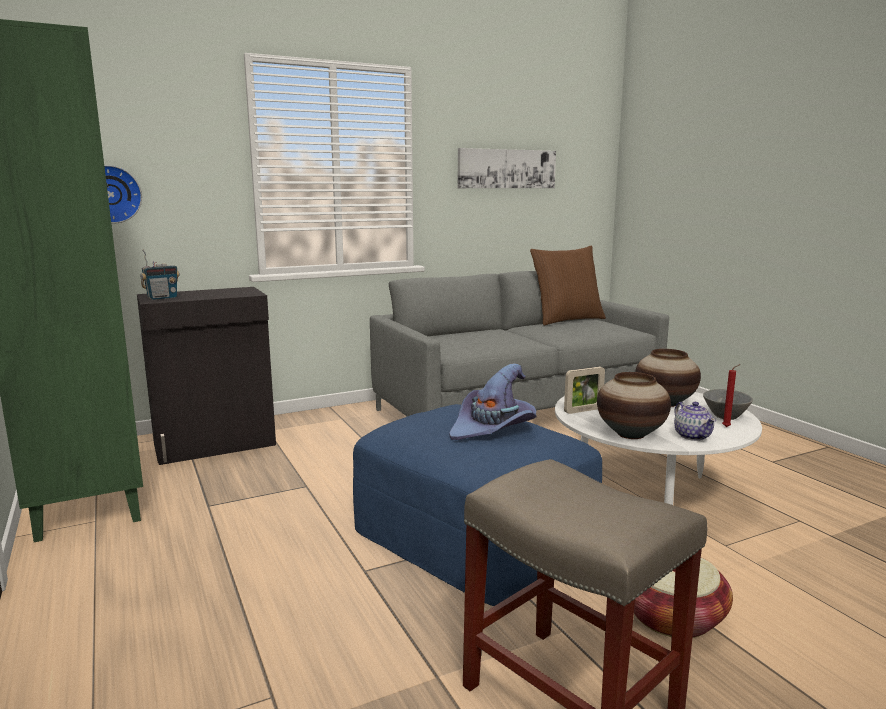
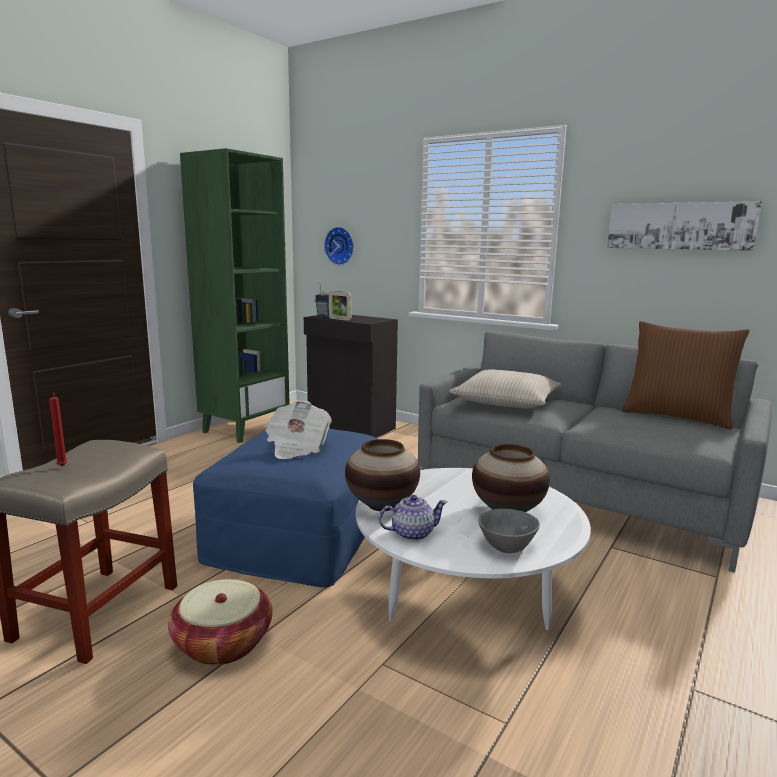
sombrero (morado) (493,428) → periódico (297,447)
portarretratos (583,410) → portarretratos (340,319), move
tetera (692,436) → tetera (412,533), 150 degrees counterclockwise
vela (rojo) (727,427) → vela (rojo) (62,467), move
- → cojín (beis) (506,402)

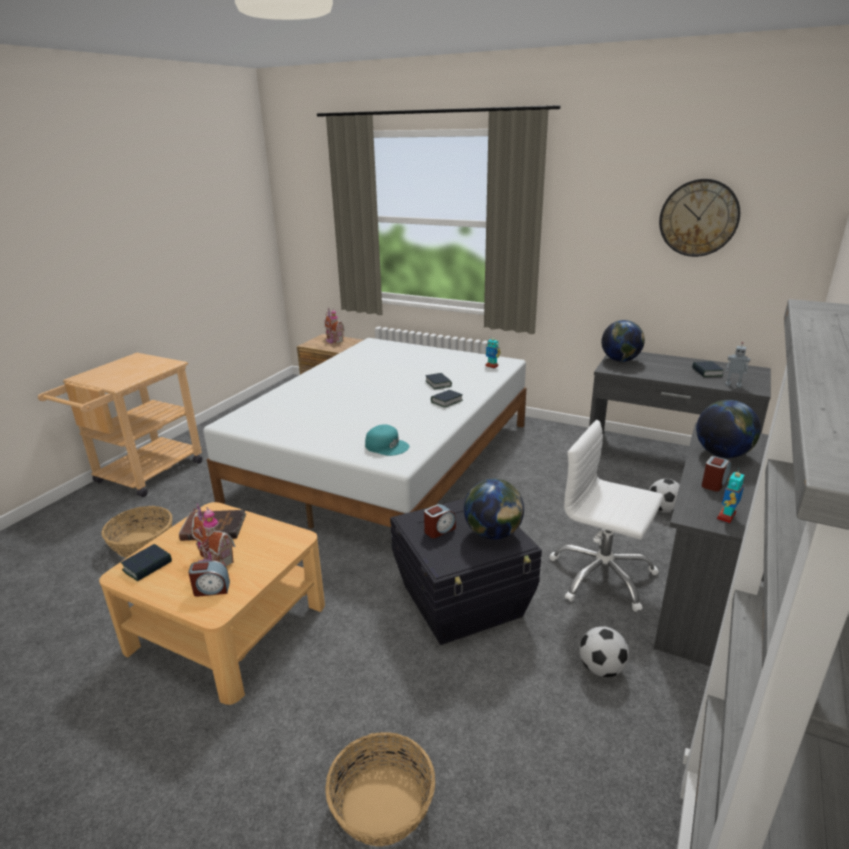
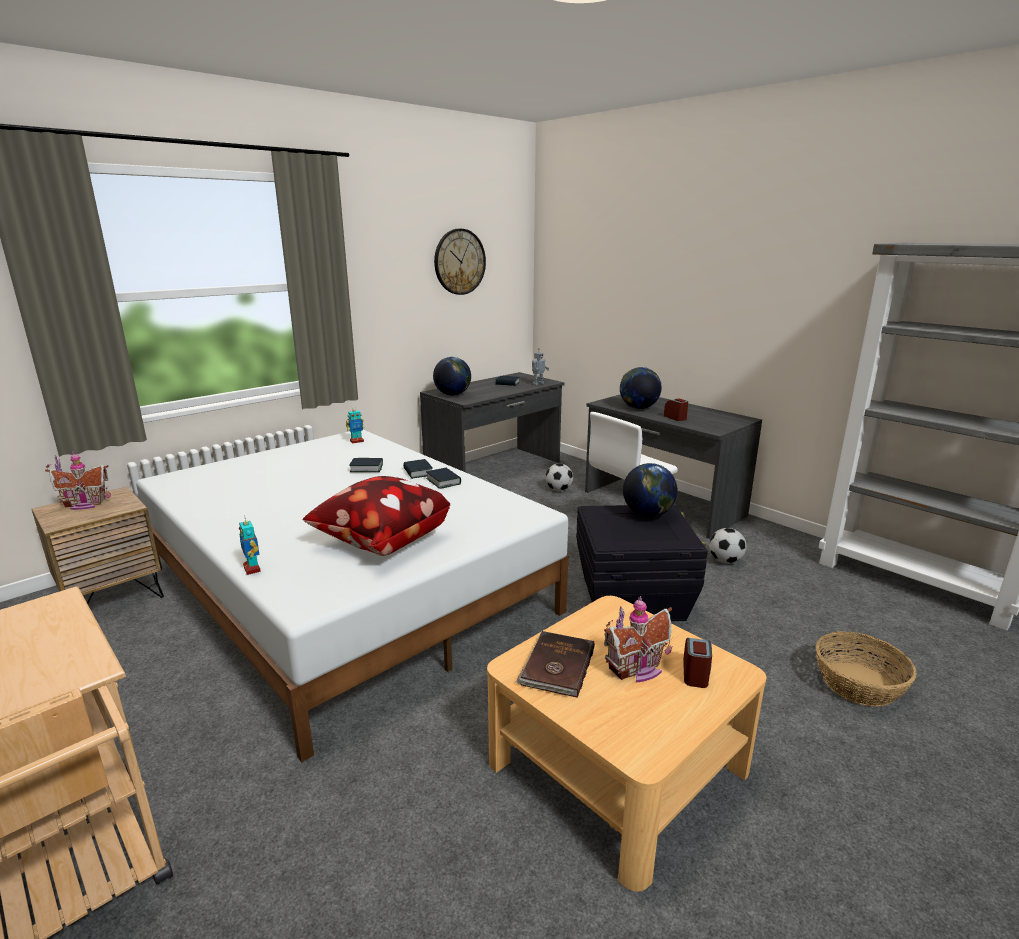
cesta (142,543) → -
libro (147,566) → libro (443,481), move
gorra (turquesa) (387,446) → -
despertador (439,530) → -
robot de juguete (726,517) → robot de juguete (252,569), move
- → cojín (380,541)

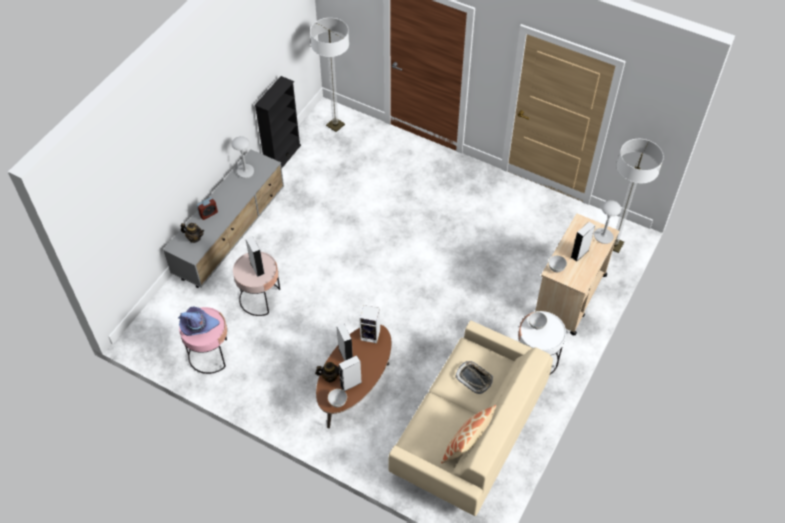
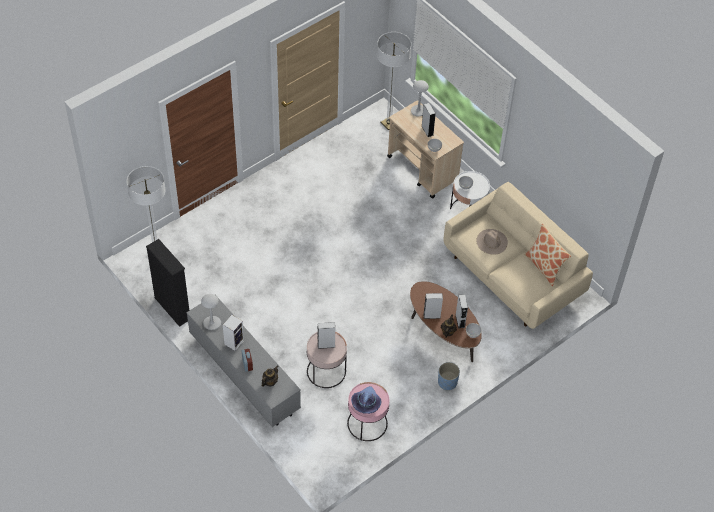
altavoz (371,335) → altavoz (234,342), move
bandeja (474,378) → sombrero (beis) (492,241)
- → maceta (azul) (447,382)

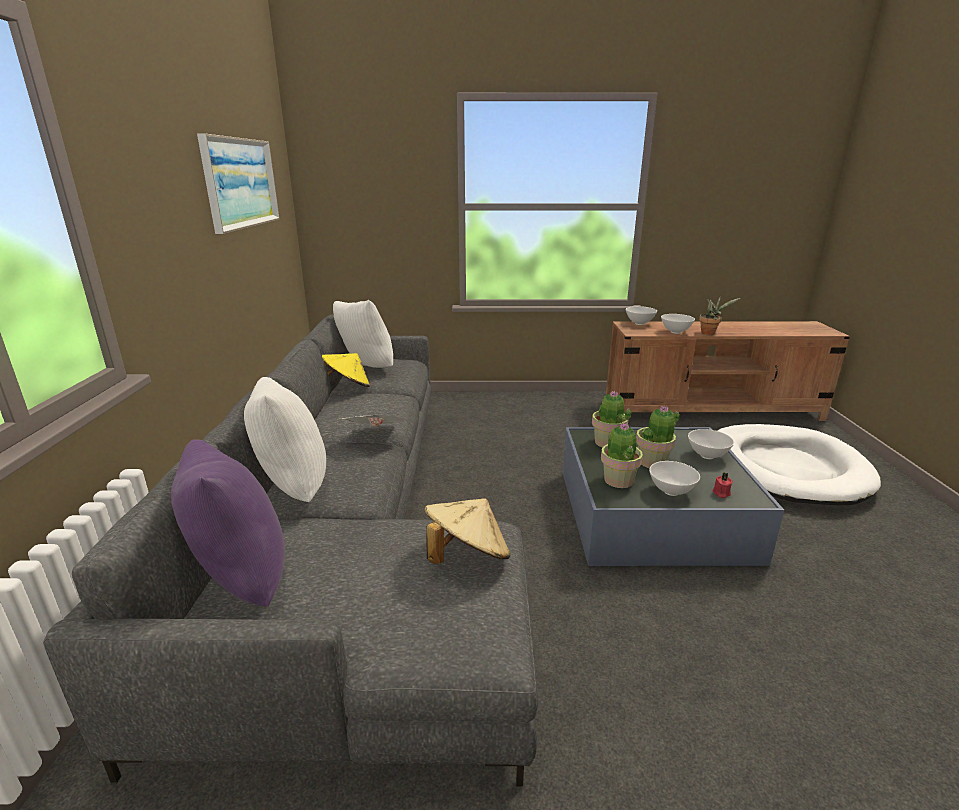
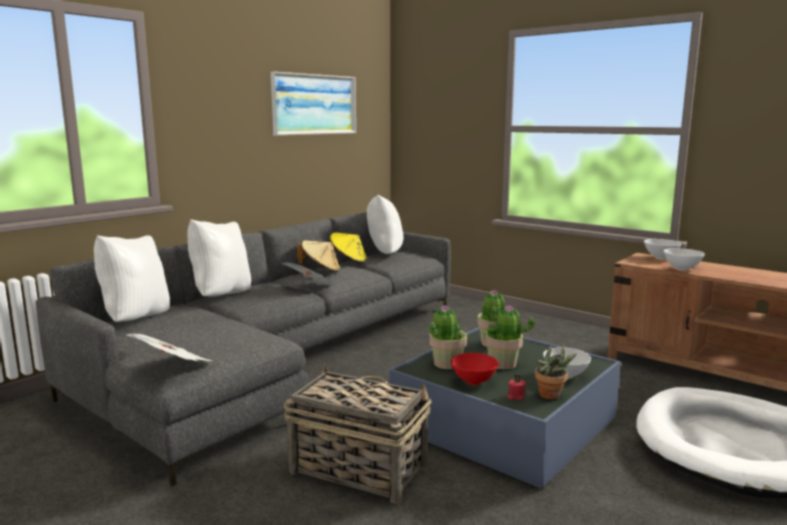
cojín (morado) (239,580) → cojín (blanco) (136,318)
sombrero (beis) (467,556) → sombrero (beis) (320,271), move
cuenco (blanco) (671,492) → cuenco (rojo) (473,382)
planta en maceta (710,333) → planta en maceta (552,396), move
- → periódico (172,367)
- → cesta (357,468)

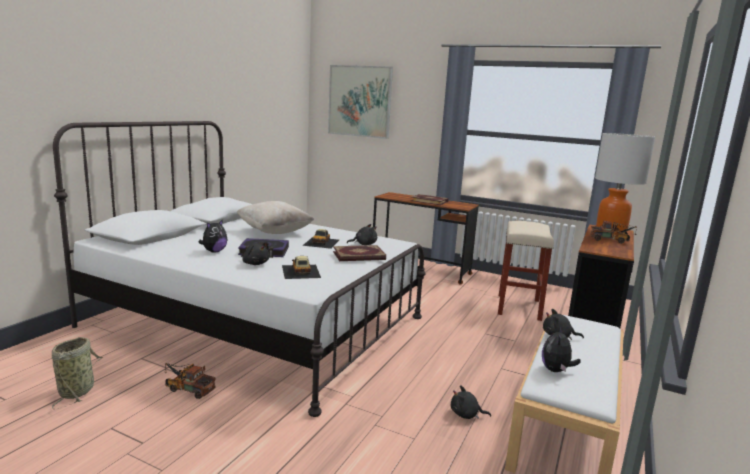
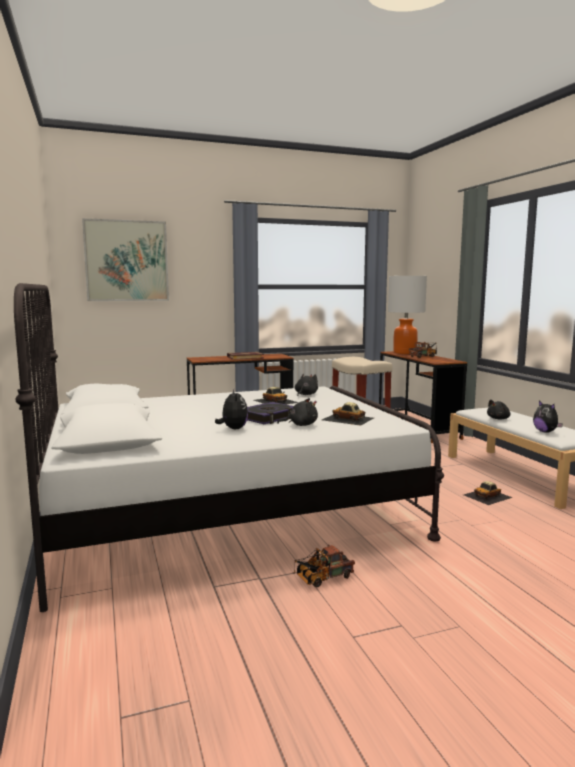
cesta (78,390) → -
cojín (beis) (274,232) → -
libro (359,256) → -
peluche (negro) (466,415) → coche de juguete (487,496)

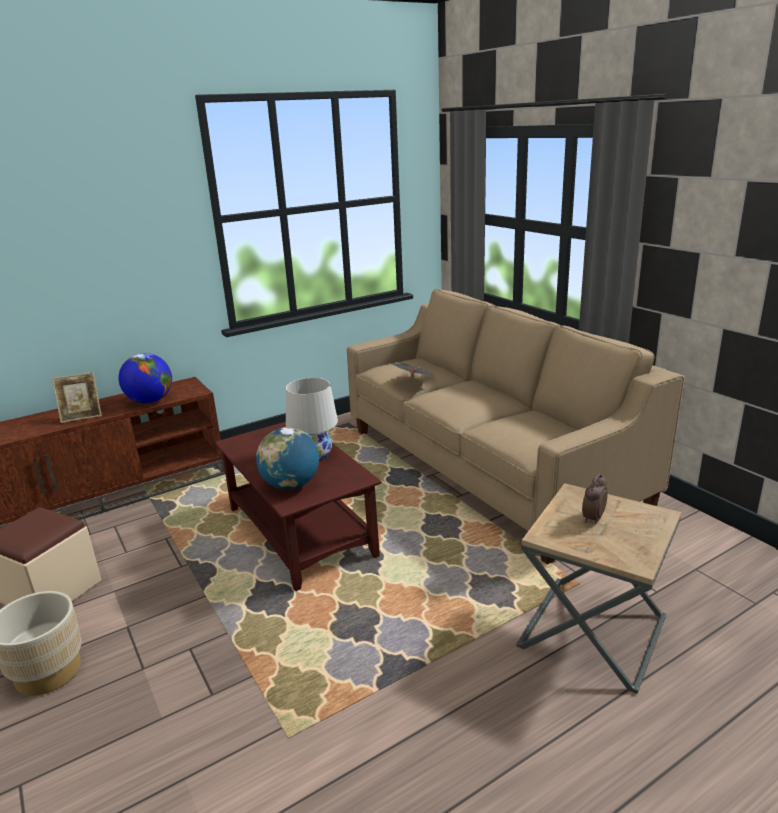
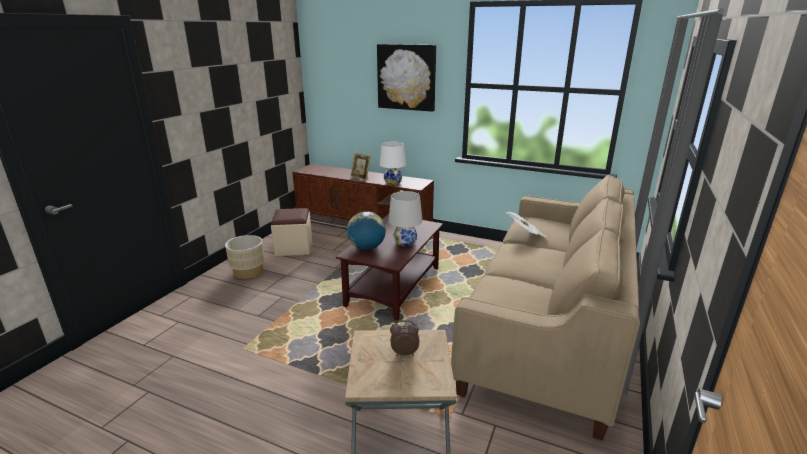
globo terráqueo (150,401) → lámpara de mesa (blanco) (393,182)
- → cuadro (406,77)

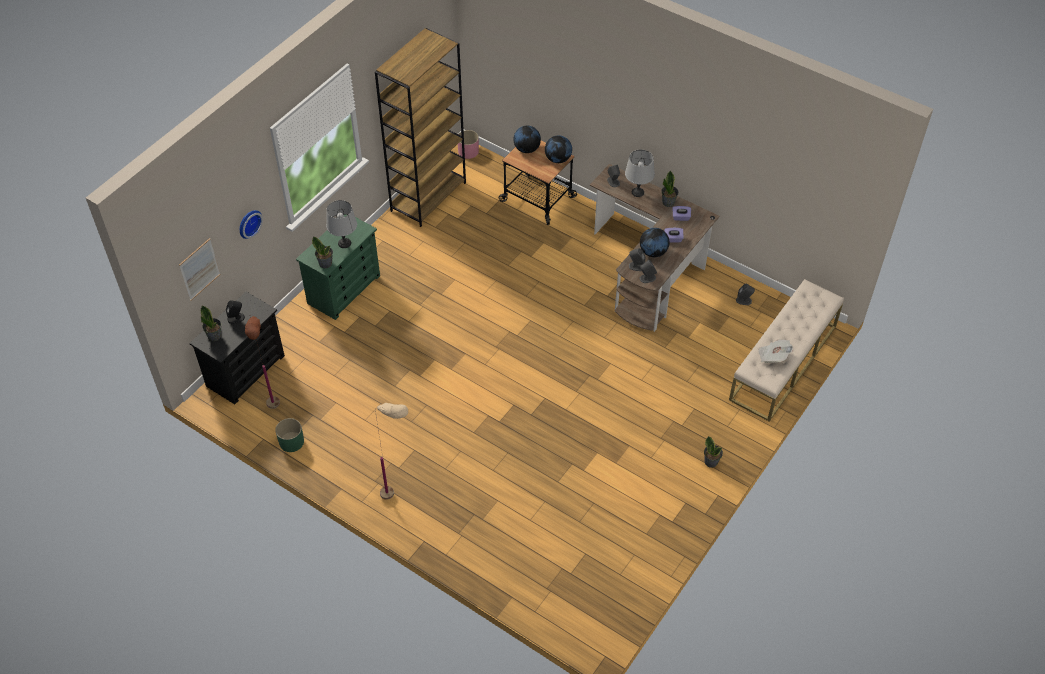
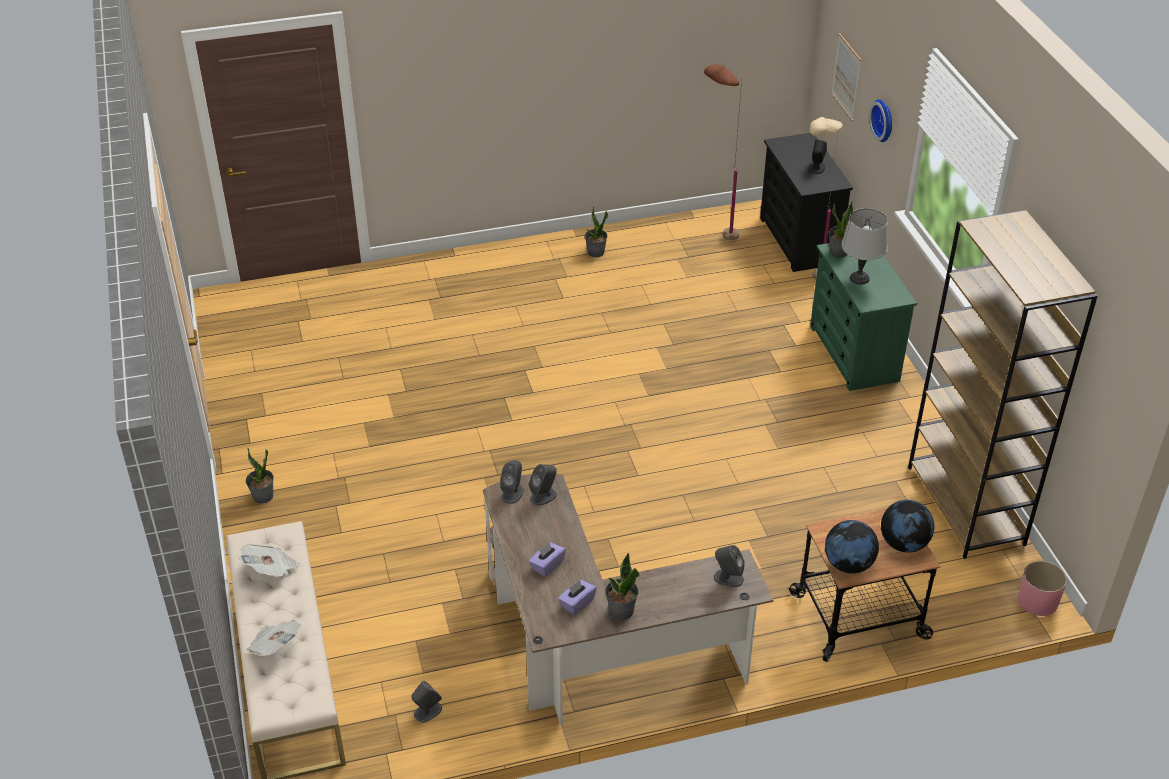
planta en maceta (215,336) → planta en maceta (596,252), move
maceta (verde) (291,442) → -
lámpara de pie (beis) (399,497) → lámpara de pie (beis) (810,286), move
lámpara de mesa (gris) (638,192) → -
globo terráqueo (653,252) → -
- → periódico (275,646)

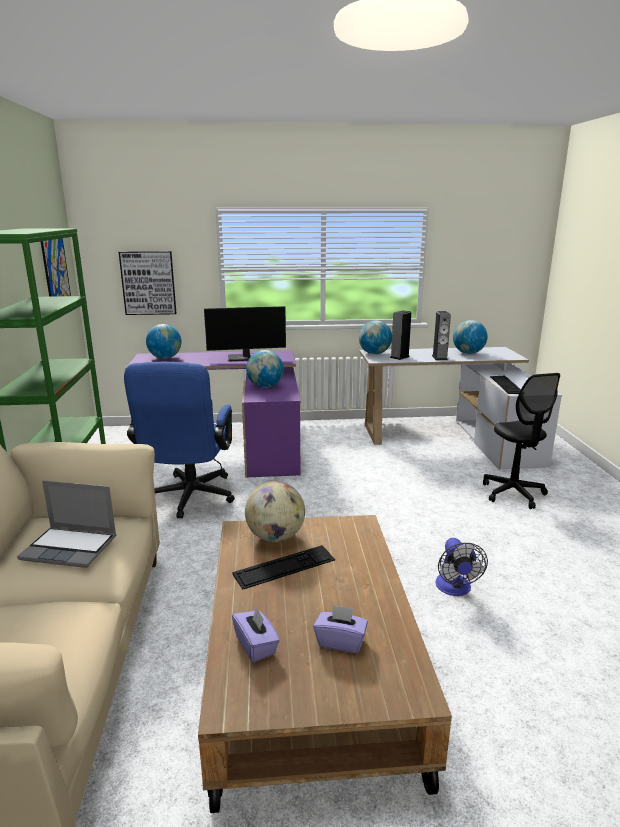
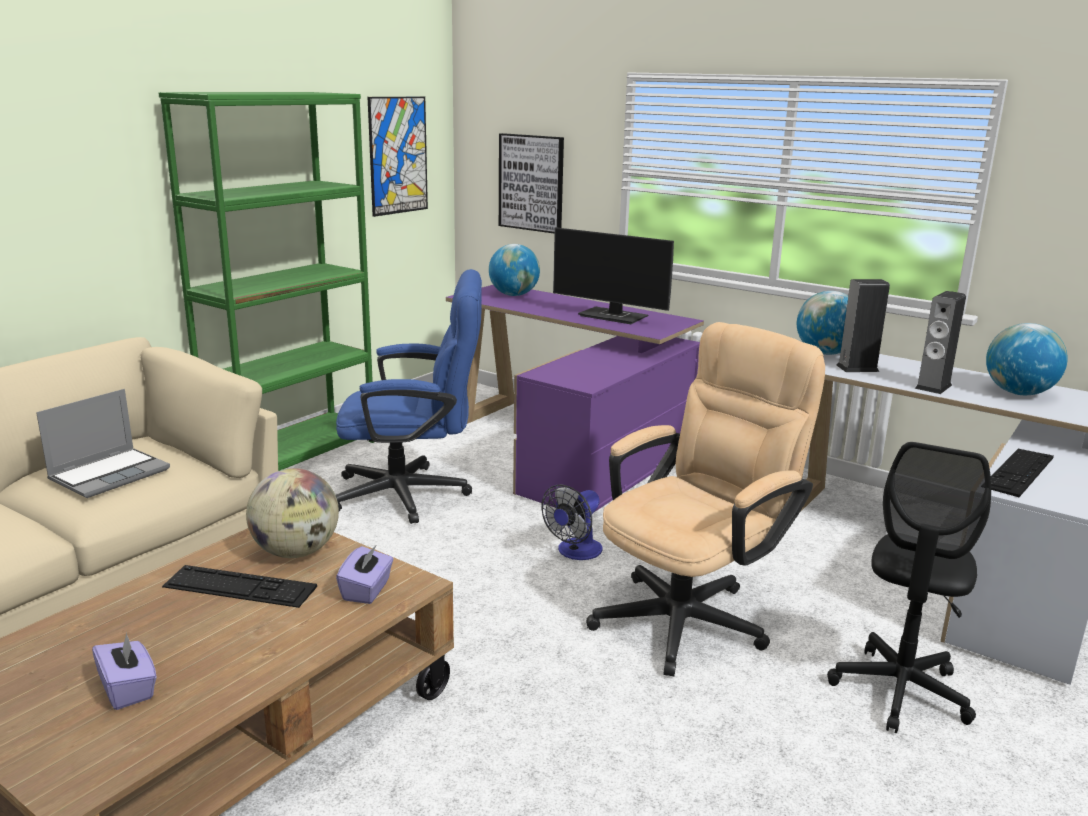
portátil (71,548) → portátil (110,474), 105 degrees counterclockwise
silla de oficina (azul) (189,499) → silla de oficina (azul) (414,494), 135 degrees counterclockwise
caja de pañuelos (morado) (256,645) → caja de pañuelos (morado) (367,590), move
globo terráqueo (265,387) → -
ventilador (455,589) → ventilador (575,552), move
- → silla de oficina (beis) (692,615)

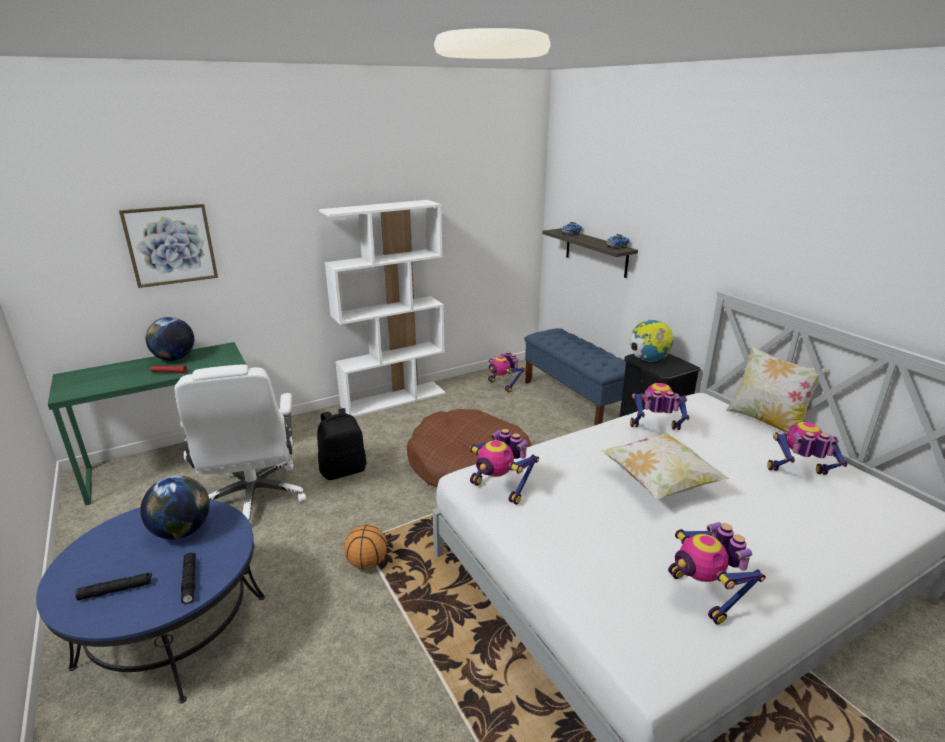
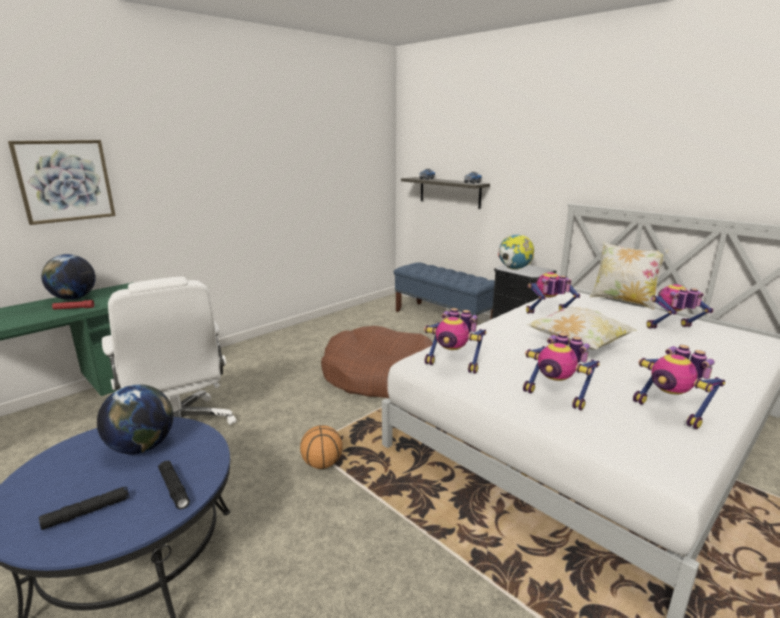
mochila (negro) (343,470) → -
estantería (blanco) (394,399) → -
robot de juguete (503,385) → robot de juguete (556,396), move

